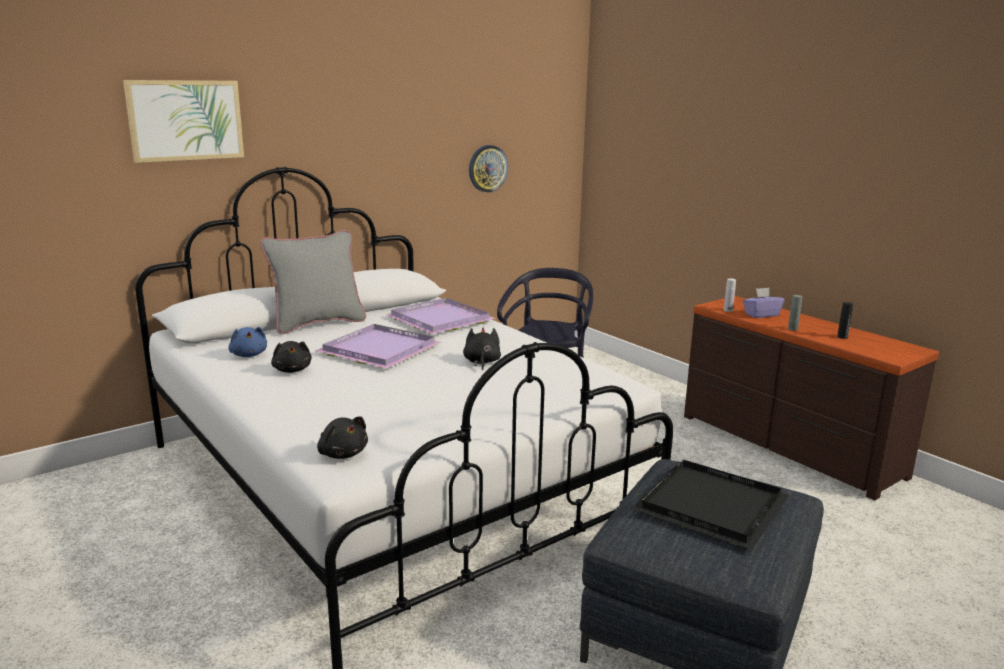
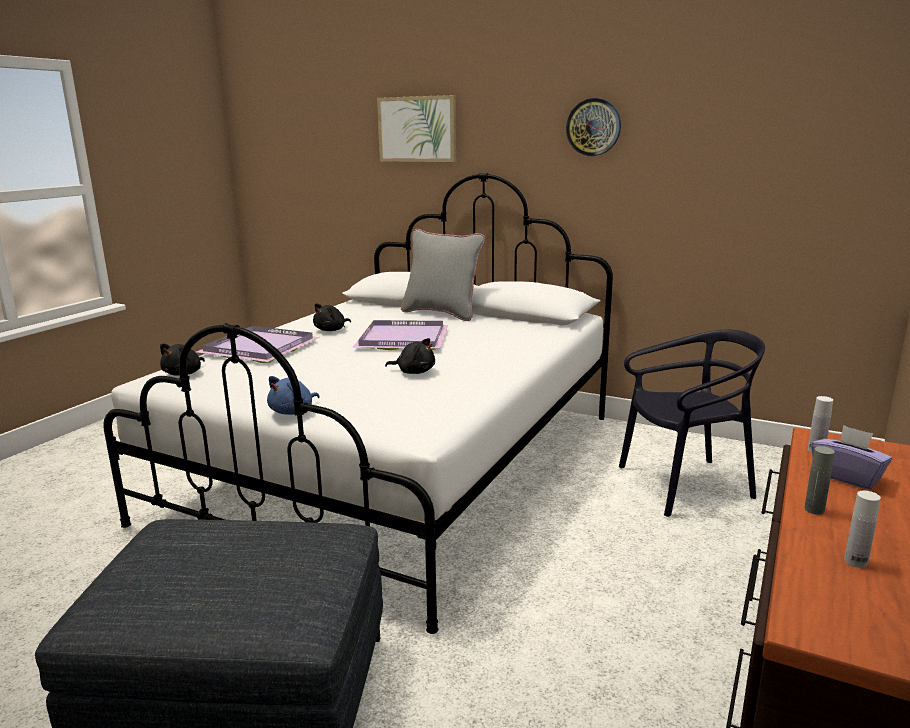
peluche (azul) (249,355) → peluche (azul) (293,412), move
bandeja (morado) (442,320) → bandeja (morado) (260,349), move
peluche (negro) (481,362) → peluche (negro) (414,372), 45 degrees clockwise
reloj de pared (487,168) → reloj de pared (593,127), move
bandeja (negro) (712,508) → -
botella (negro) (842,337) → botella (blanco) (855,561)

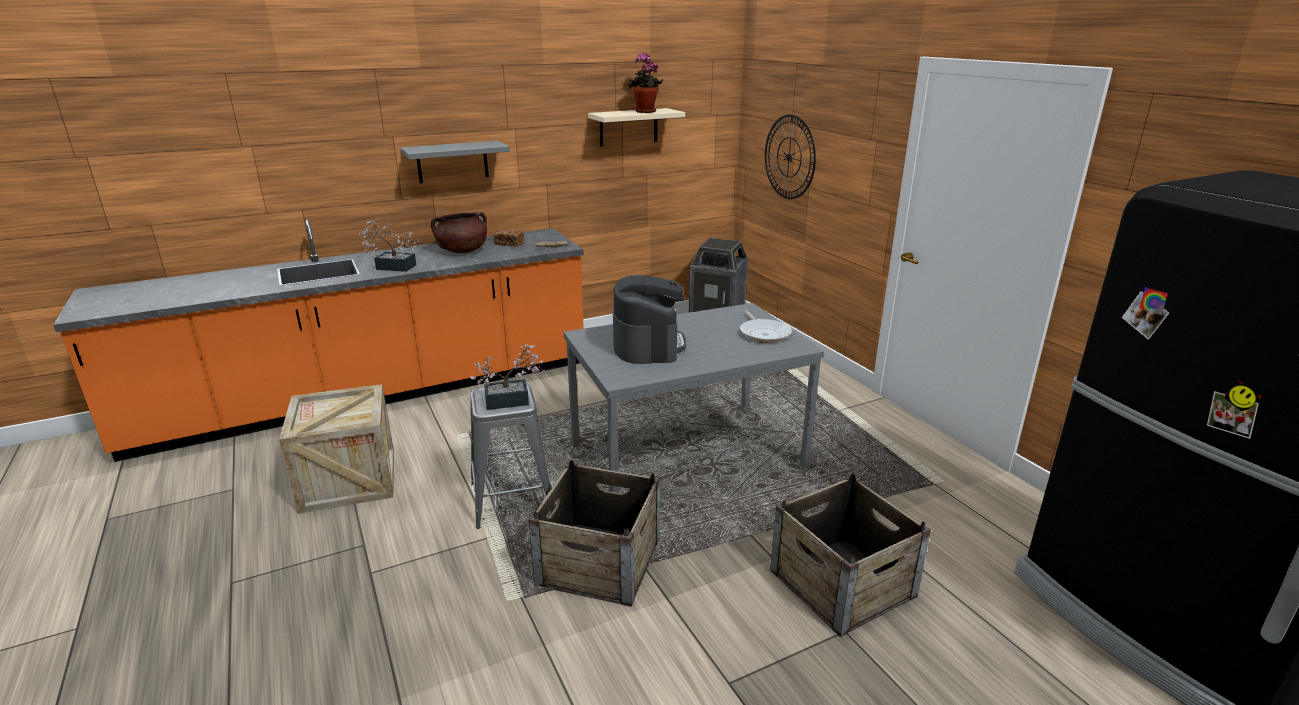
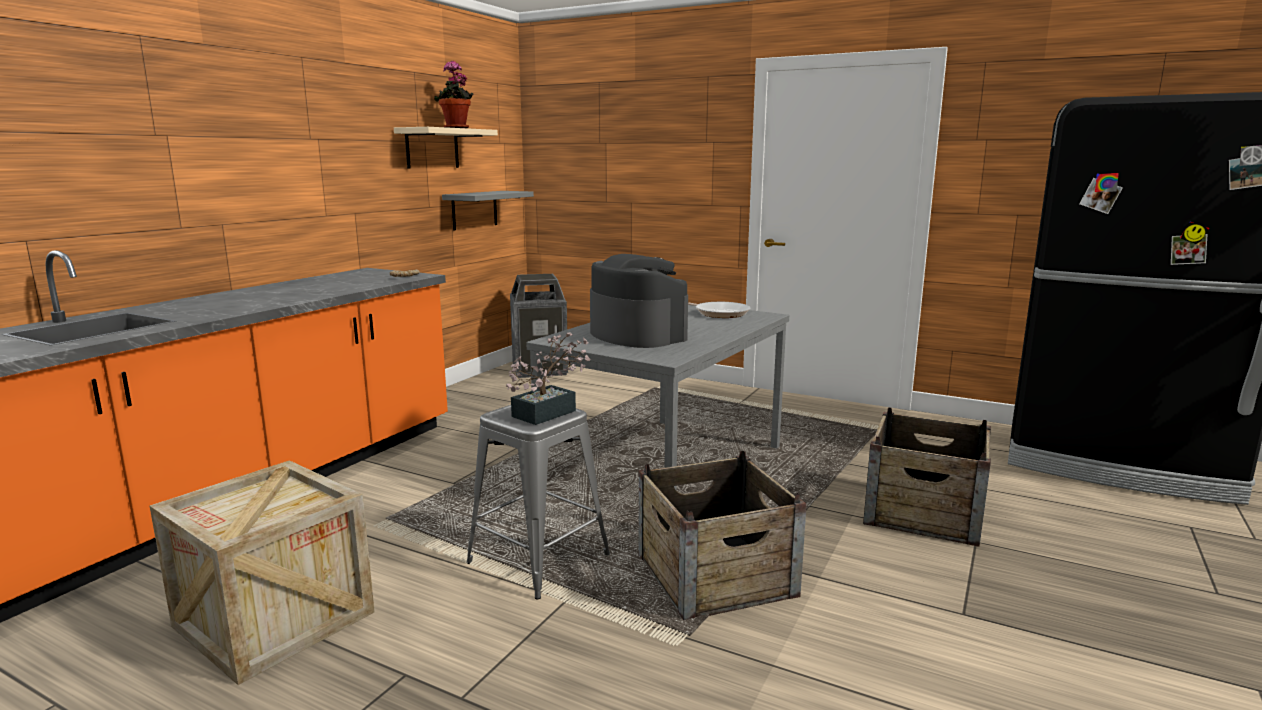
planta en maceta (392,267) → -
estante (gris) (452,162) → estante (gris) (474,210), move
olla (marrón) (462,251) → -
pan (509,244) → -
reloj de pared (789,157) → -

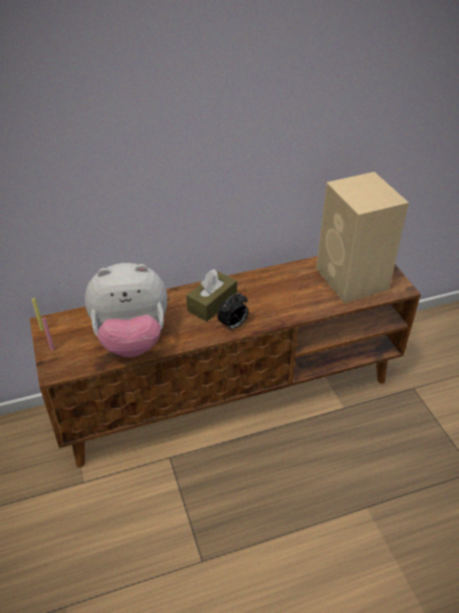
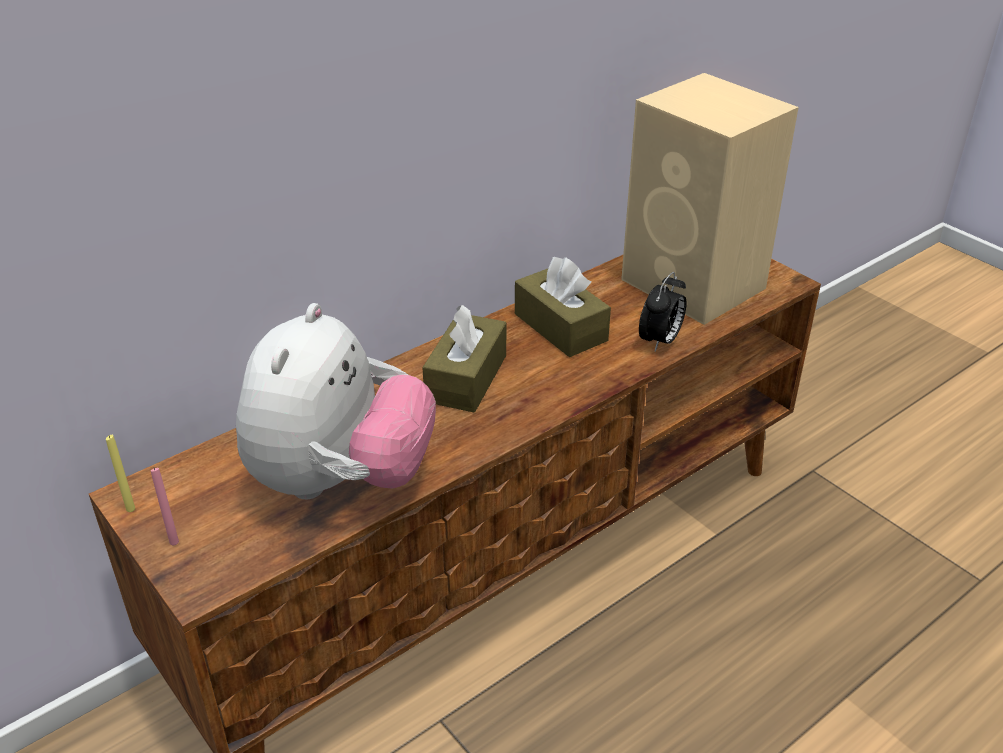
peluche (132,339) → peluche (340,480), 45 degrees counterclockwise
despertador (233,325) → despertador (660,341), move
- → caja de pañuelos (marrón) (560,327)

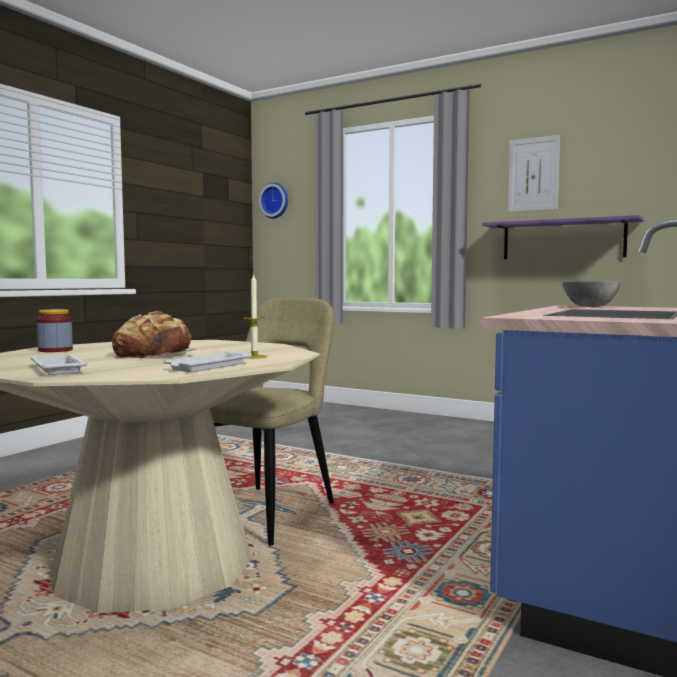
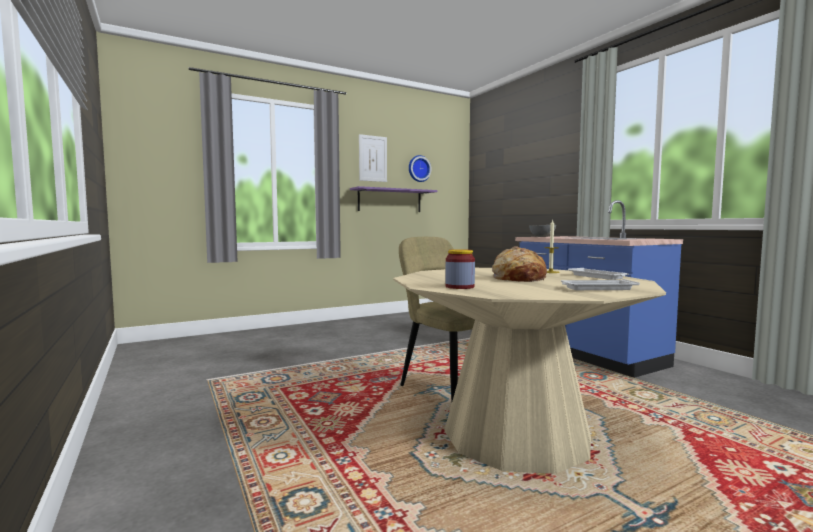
reloj de pared (275,200) → reloj de pared (418,169), move

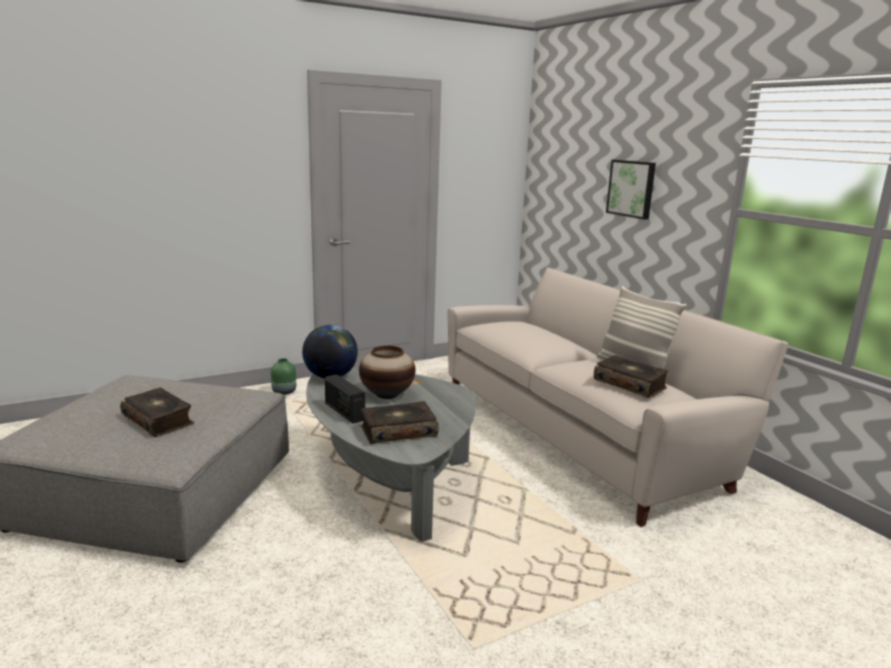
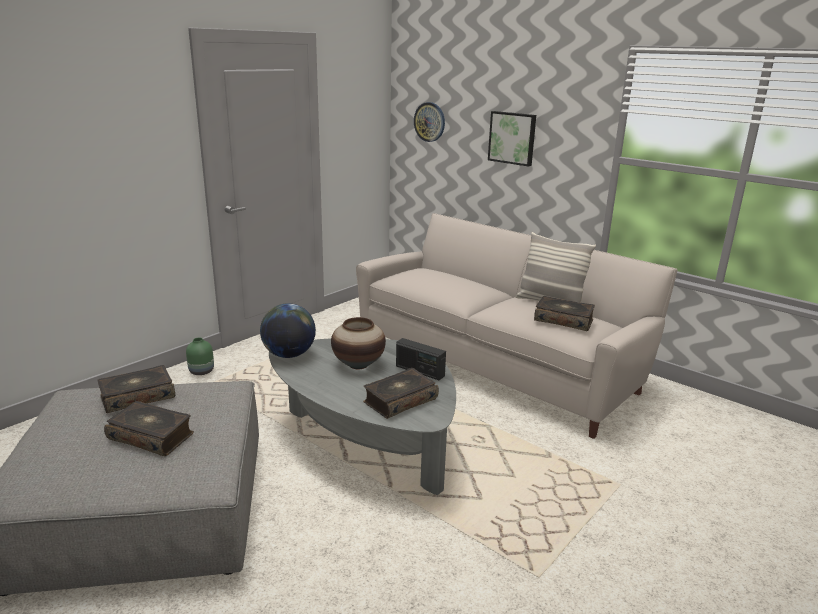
radio (344,412) → radio (419,371), move
- → libro (137,396)
- → reloj de pared (429,122)

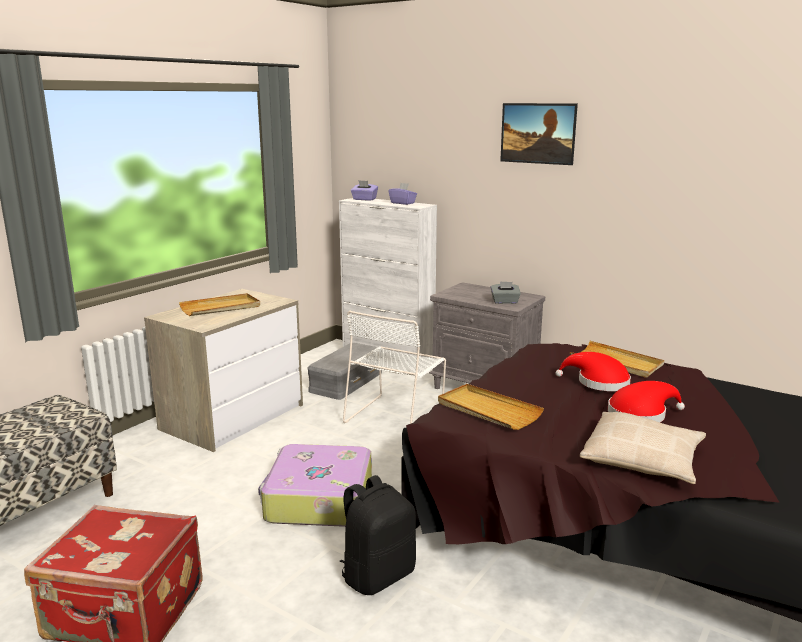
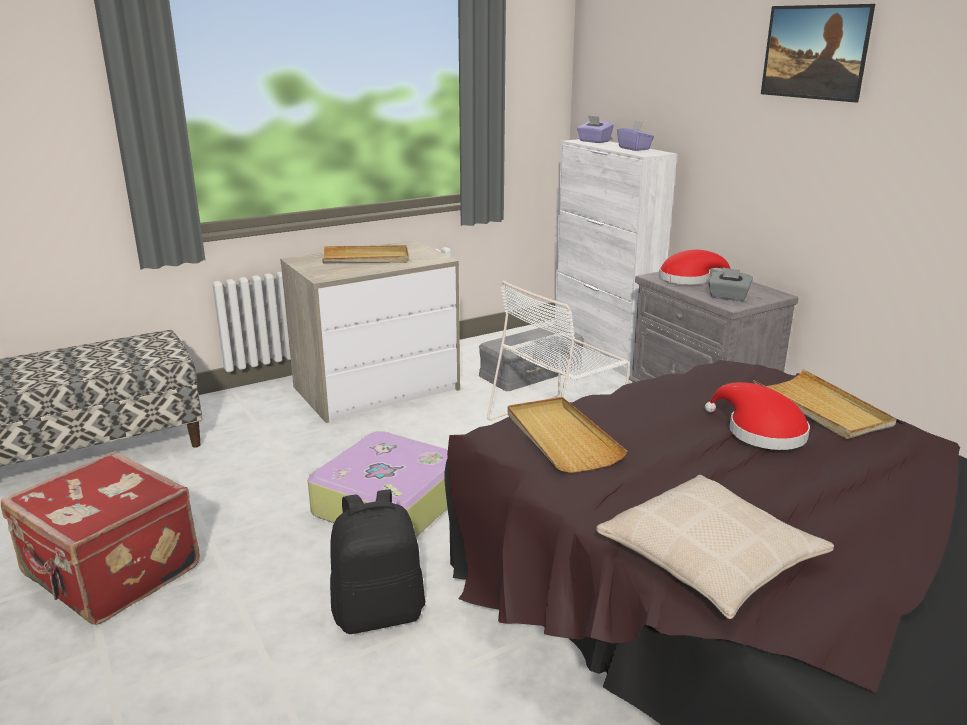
sombrero (rojo) (640,414) → sombrero (rojo) (689,279), move

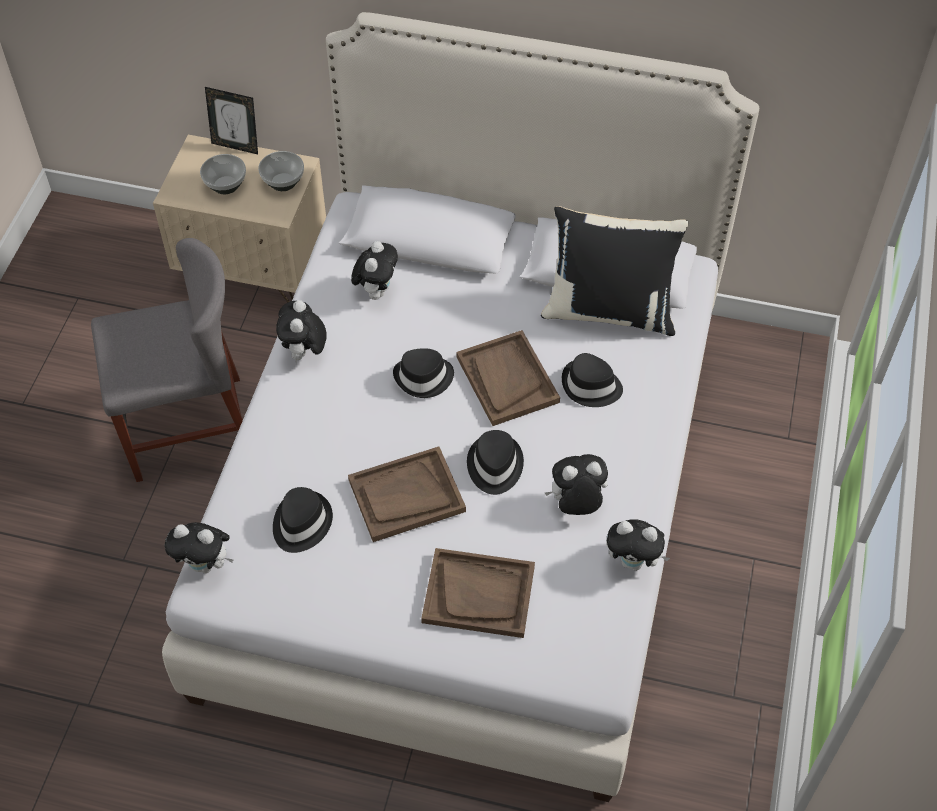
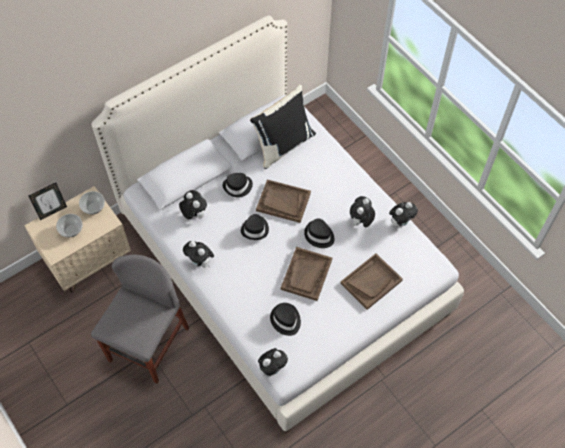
sombrero (negro) (591,386) → sombrero (negro) (238,187), move

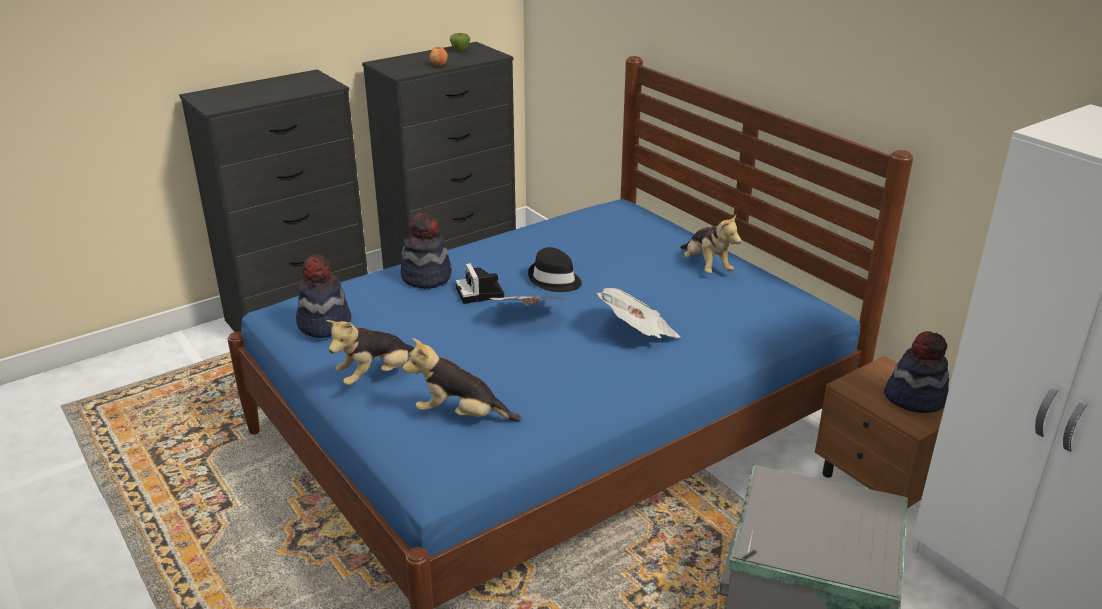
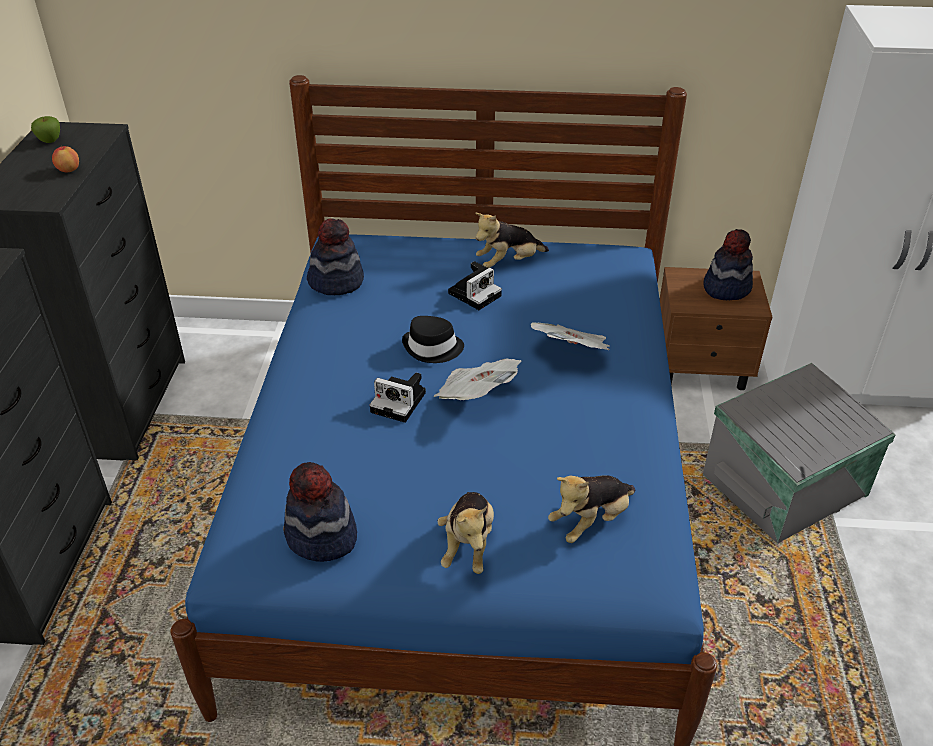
sombrero (426,277) → sombrero (336,282), move
peluche (706,267) → peluche (508,263), 135 degrees clockwise
- → cámara (475,293)

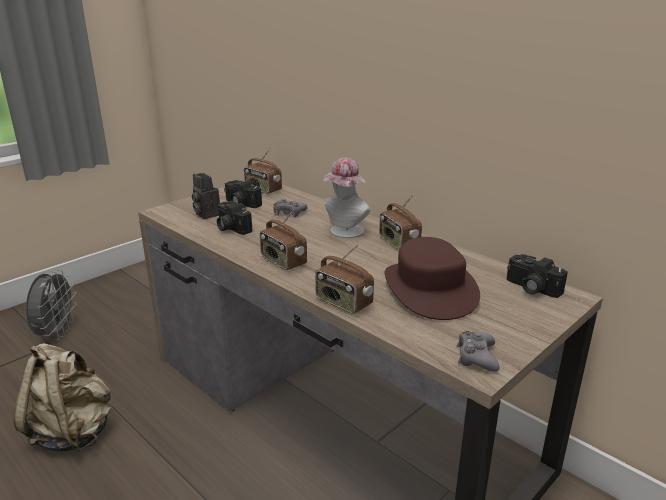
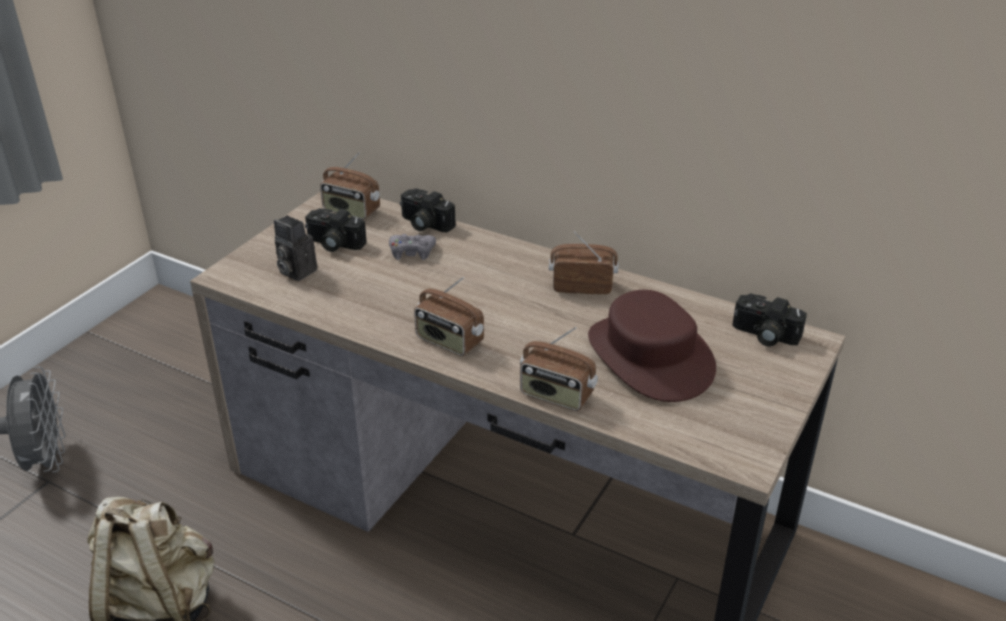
cámara (230,228) → cámara (424,224), move
sombrero (344,232) → -
radio (398,243) → radio (582,286), 135 degrees clockwise
mando de consola (gris) (476,357) → -

